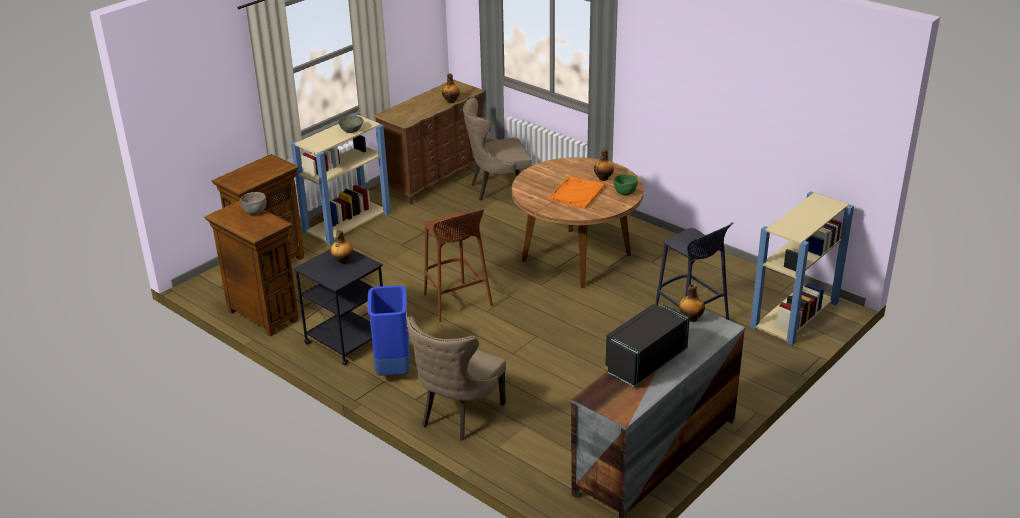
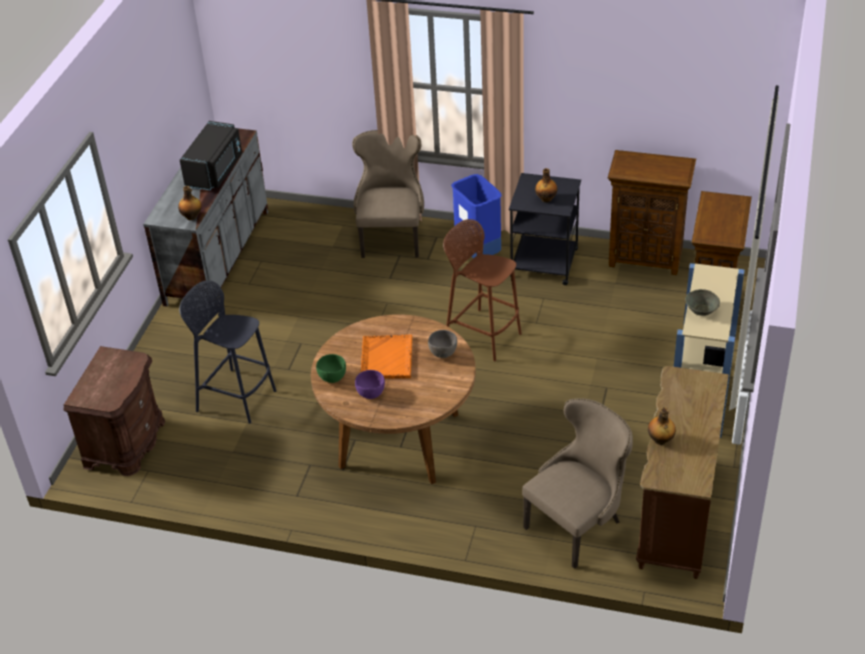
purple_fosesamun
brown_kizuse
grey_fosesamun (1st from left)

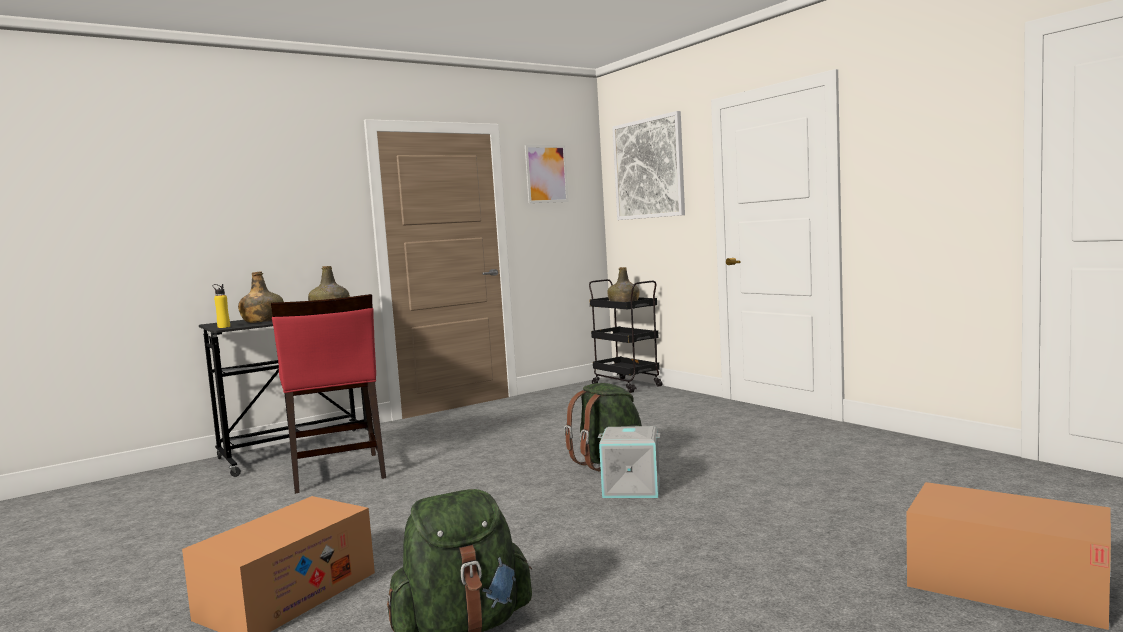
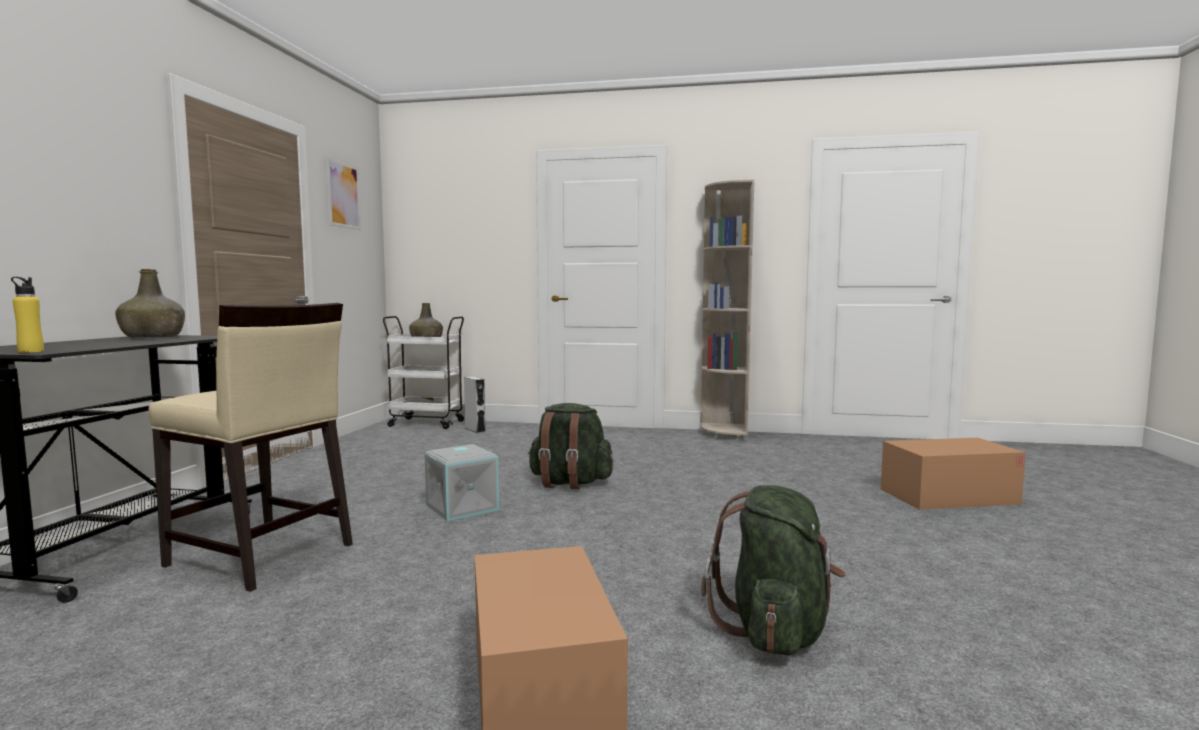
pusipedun (2nd from left in the first image)
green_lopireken (1st from left in the first image)
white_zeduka
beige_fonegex
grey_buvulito
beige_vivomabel
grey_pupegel

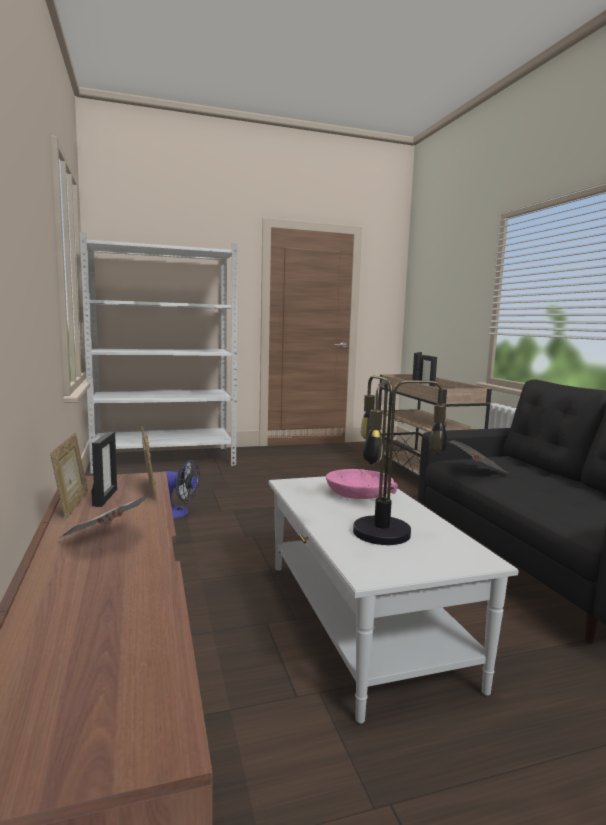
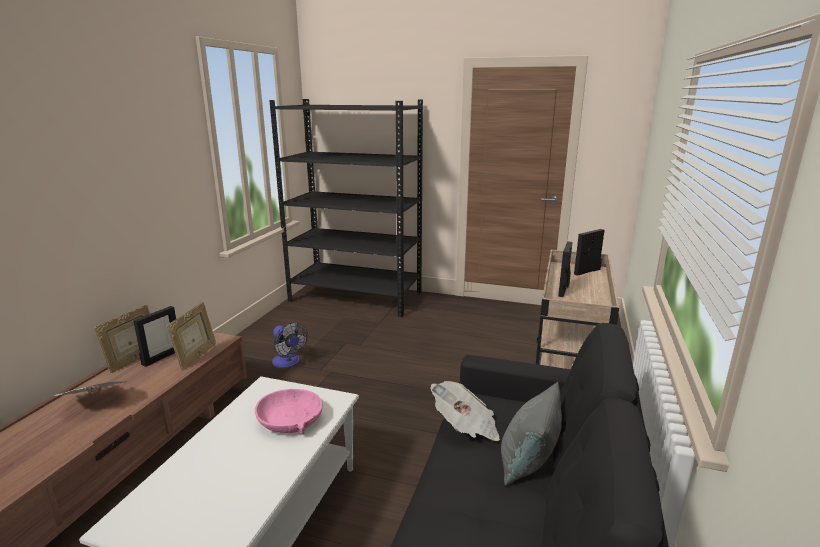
black_vivomabel
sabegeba
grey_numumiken

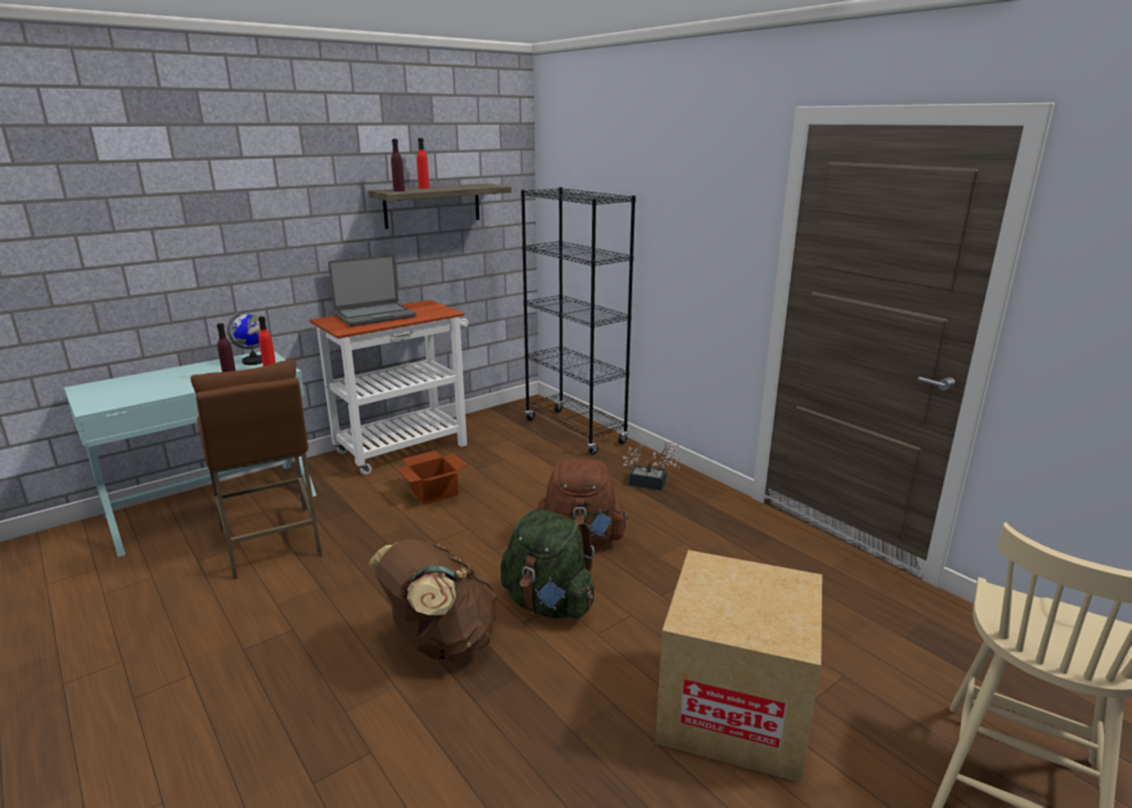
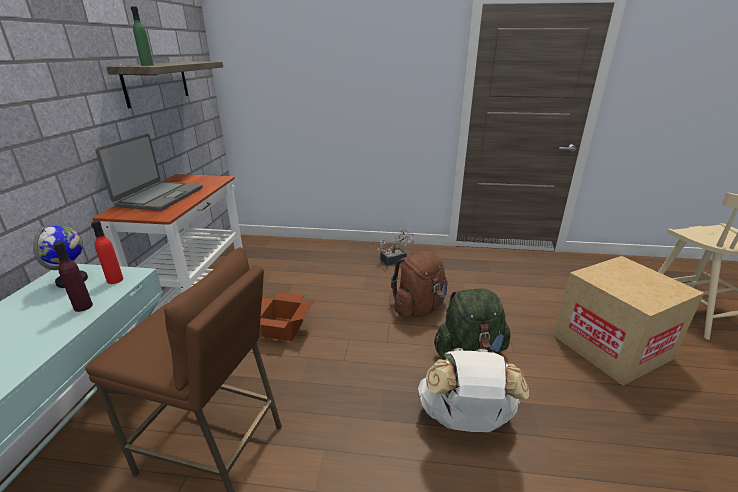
red_lopireken (2nd from left in the first image)
green_lopireken
black_vivomabel
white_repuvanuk

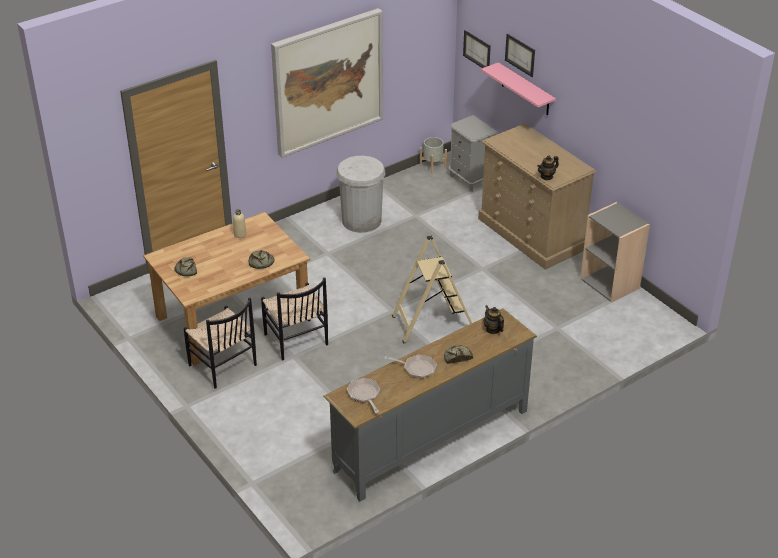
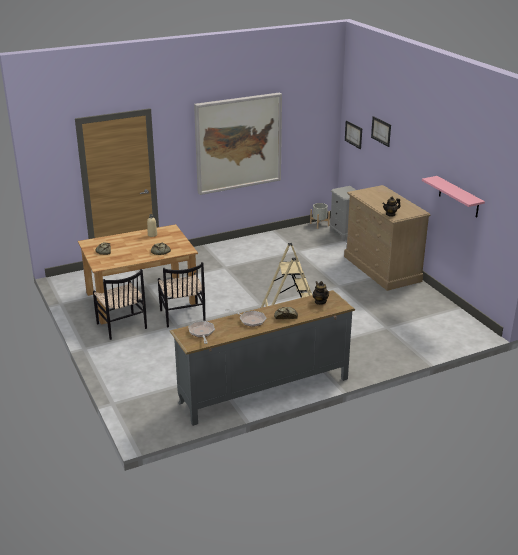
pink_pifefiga
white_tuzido
grey_vivomabel

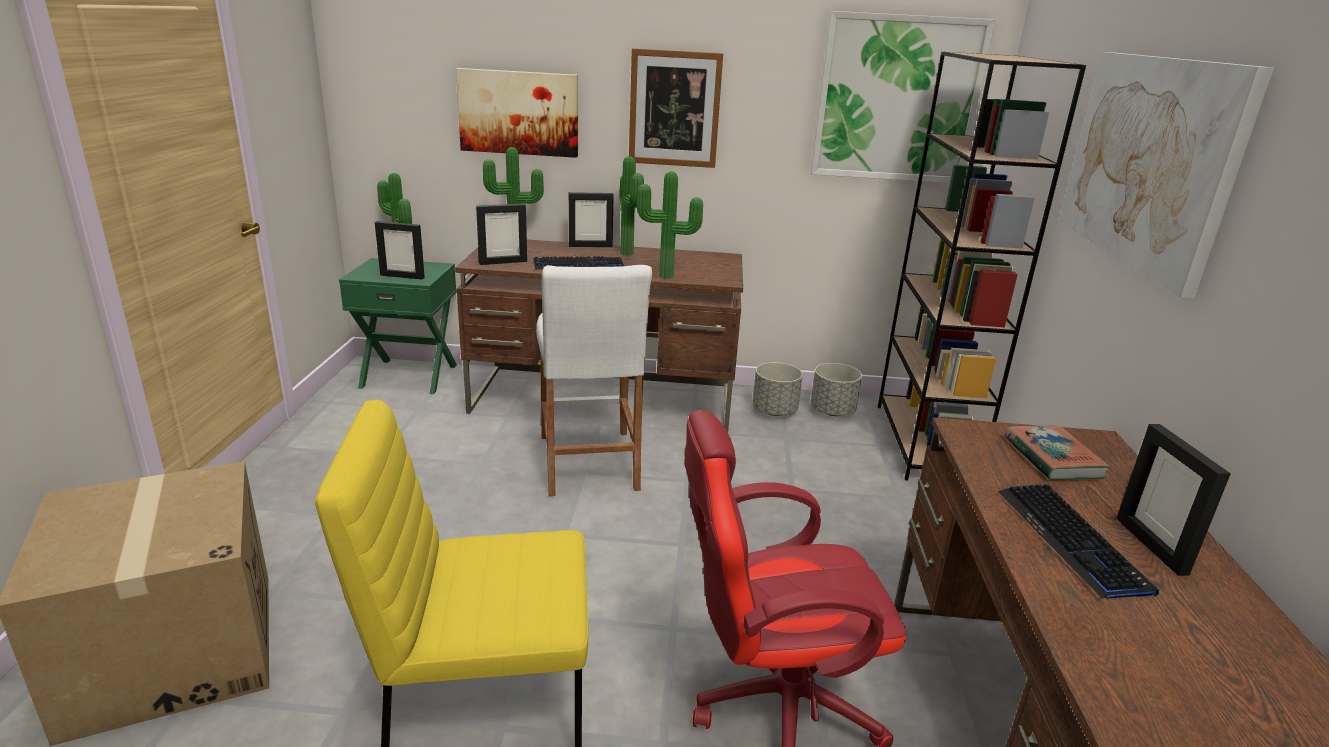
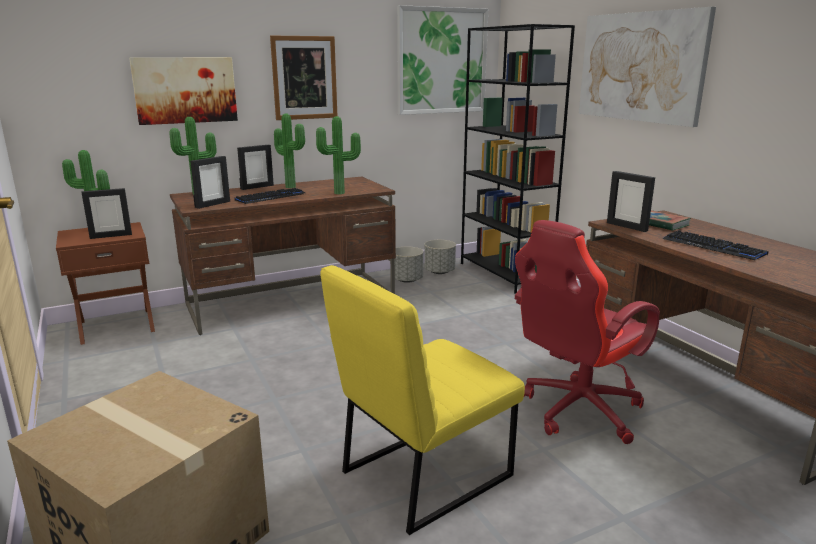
black_vivomabel
brown_kizuse
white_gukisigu
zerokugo (4th from left)

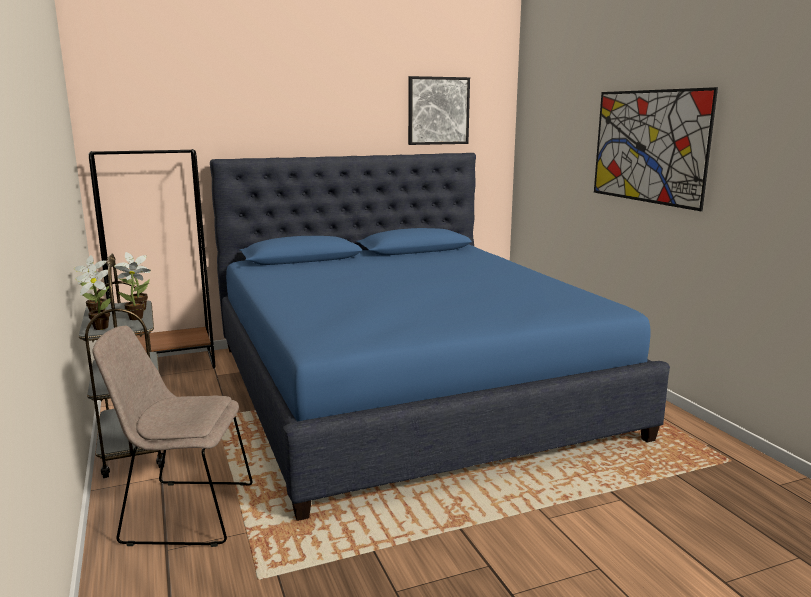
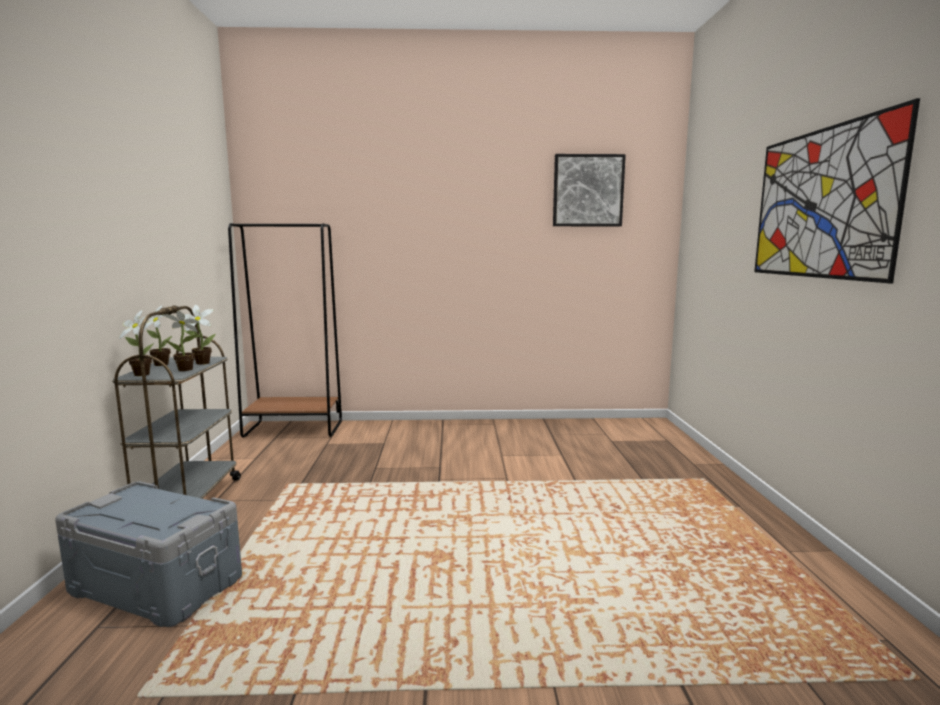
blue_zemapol
grey_buvulito

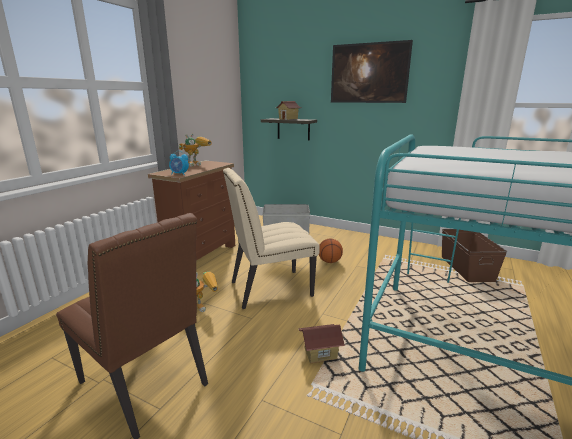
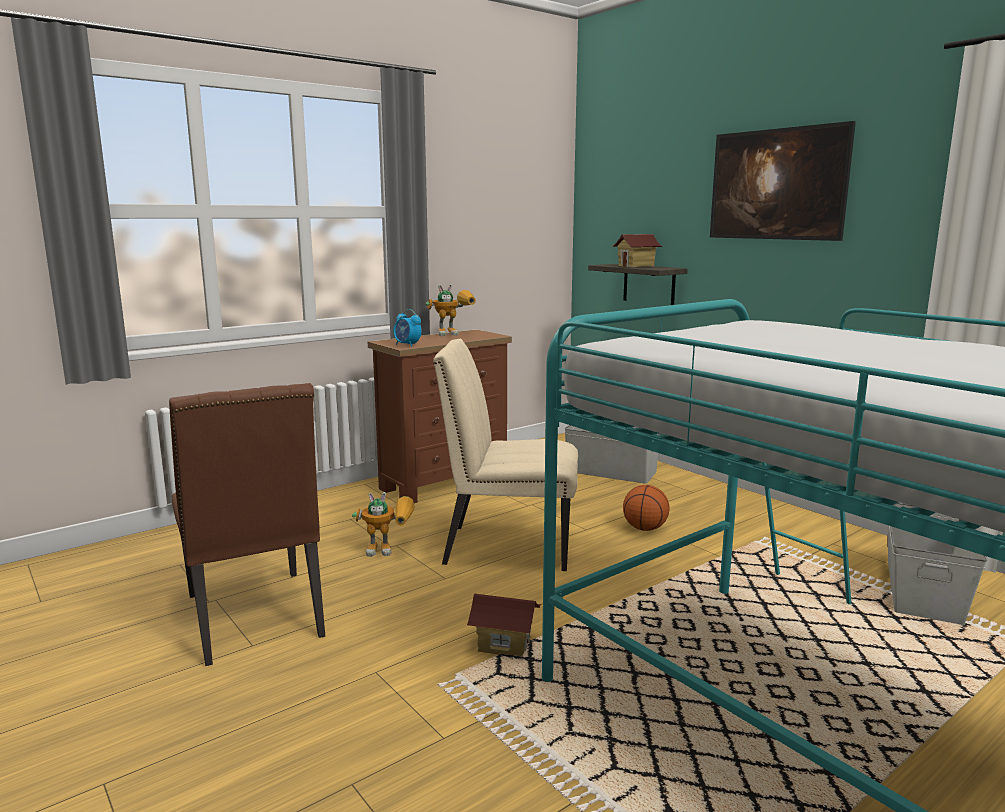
grey_buvulito (2nd from left)

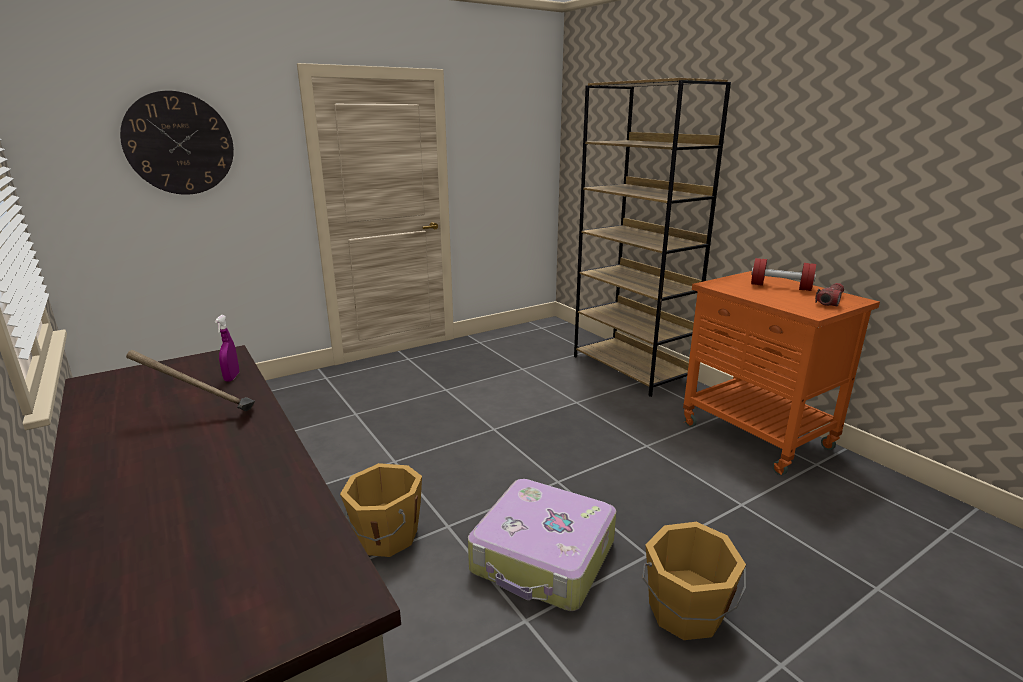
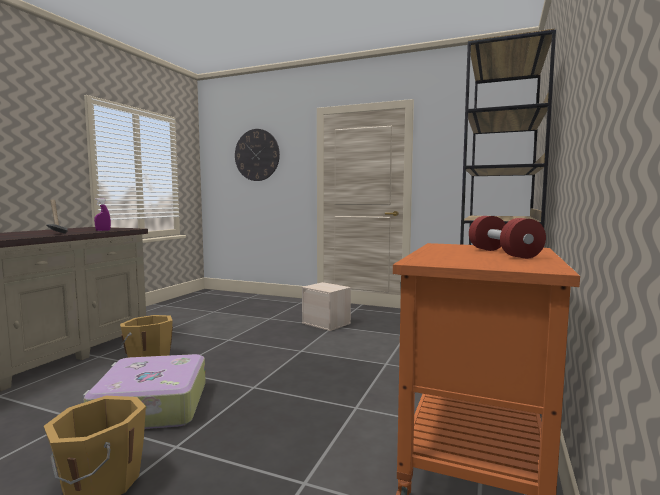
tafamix
beige_buvulito

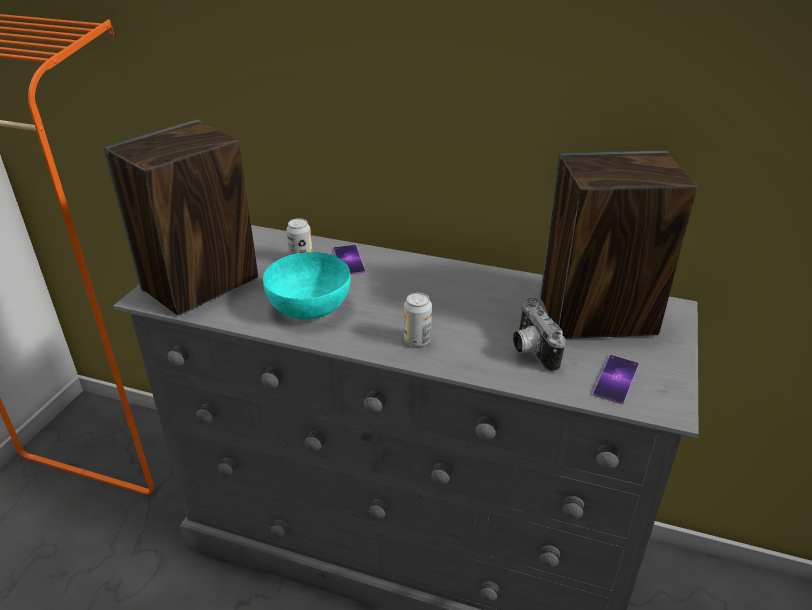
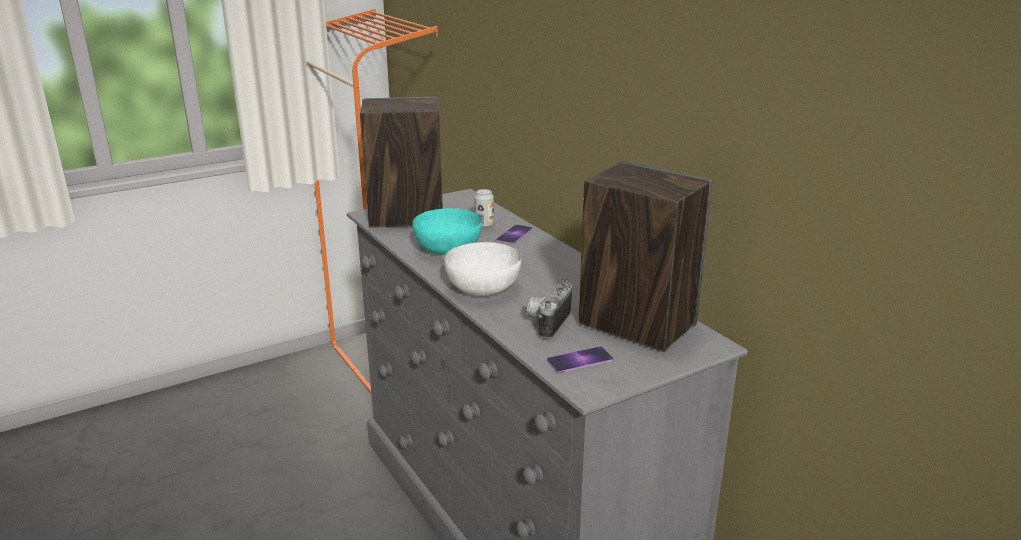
white_fosesamun

